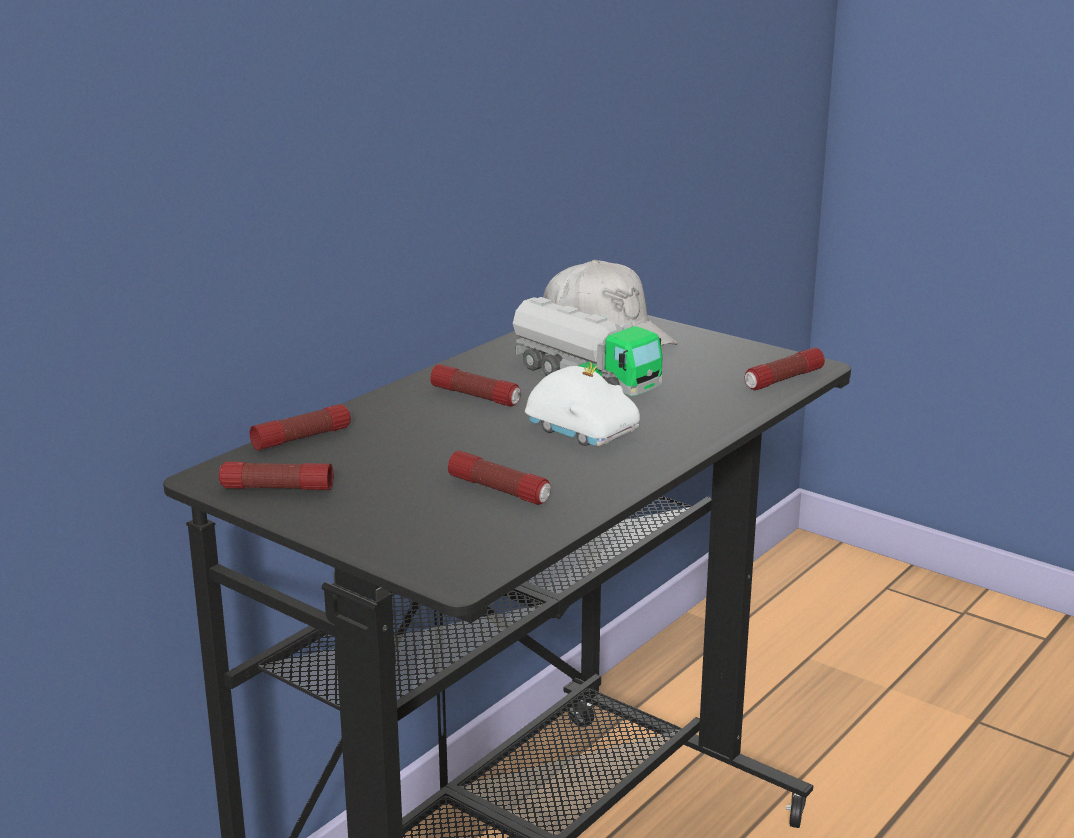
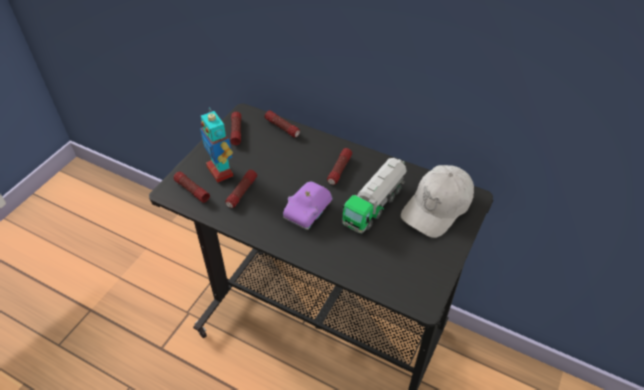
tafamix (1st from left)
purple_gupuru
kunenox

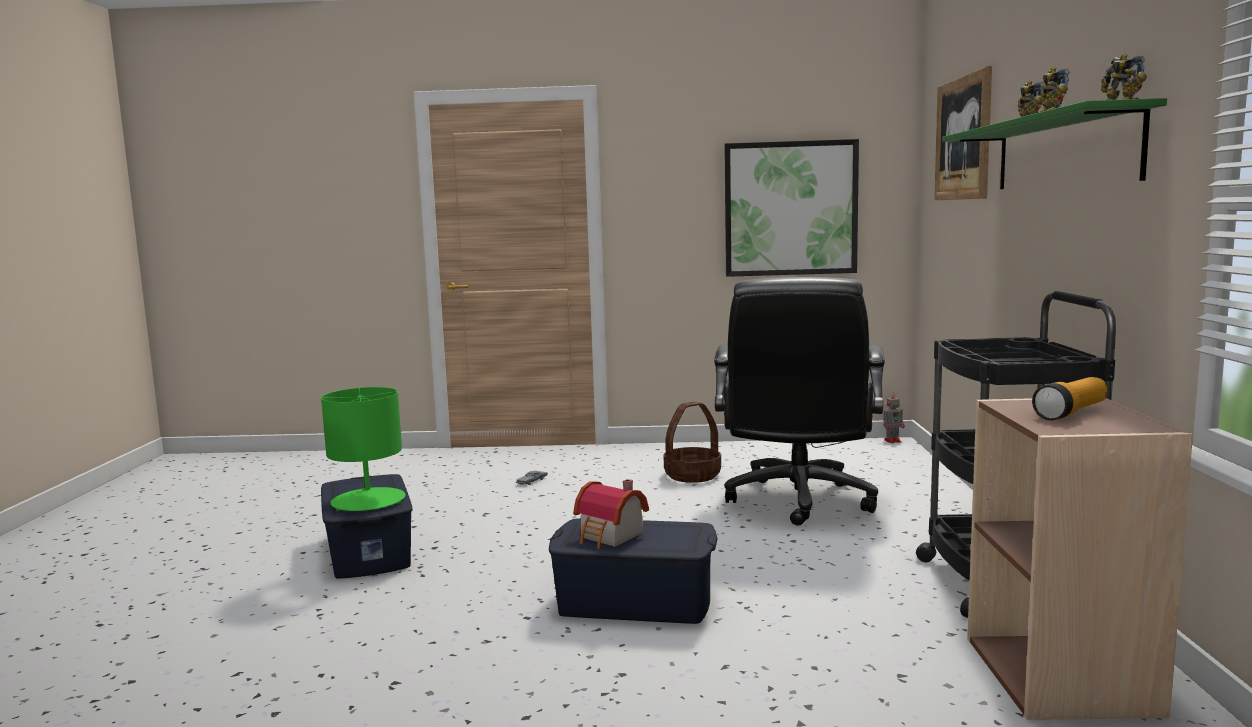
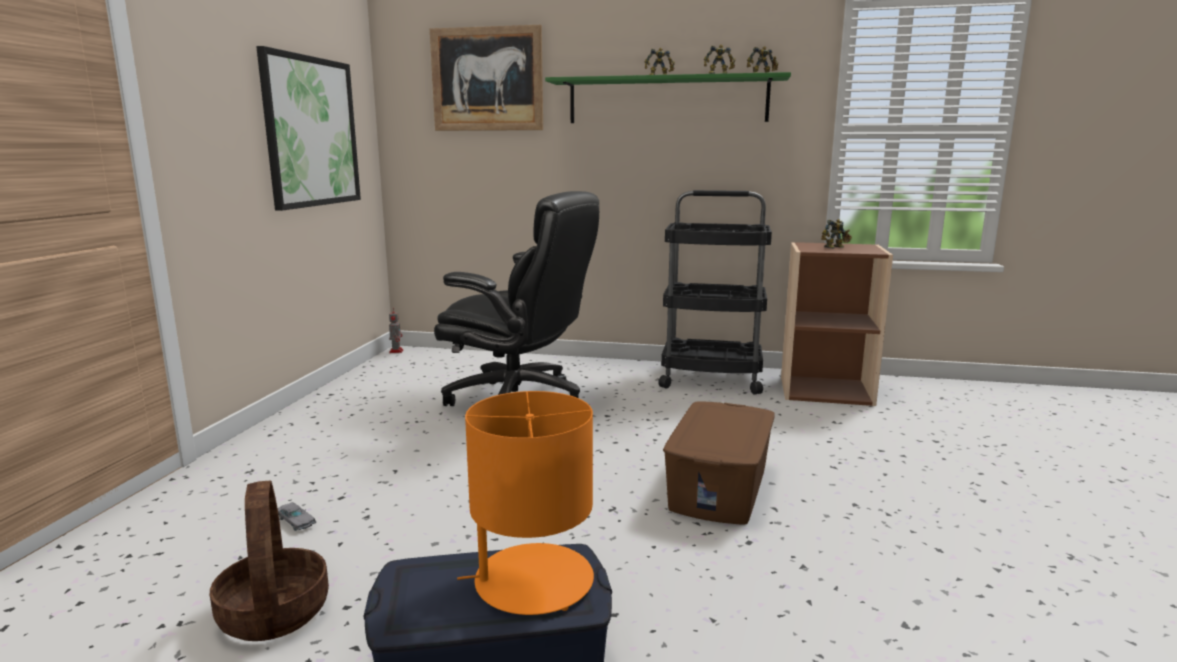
kunenox (5th from left)
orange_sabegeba
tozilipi
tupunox
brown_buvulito

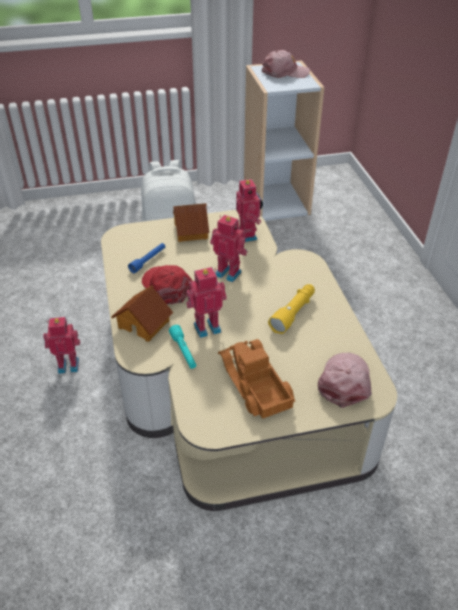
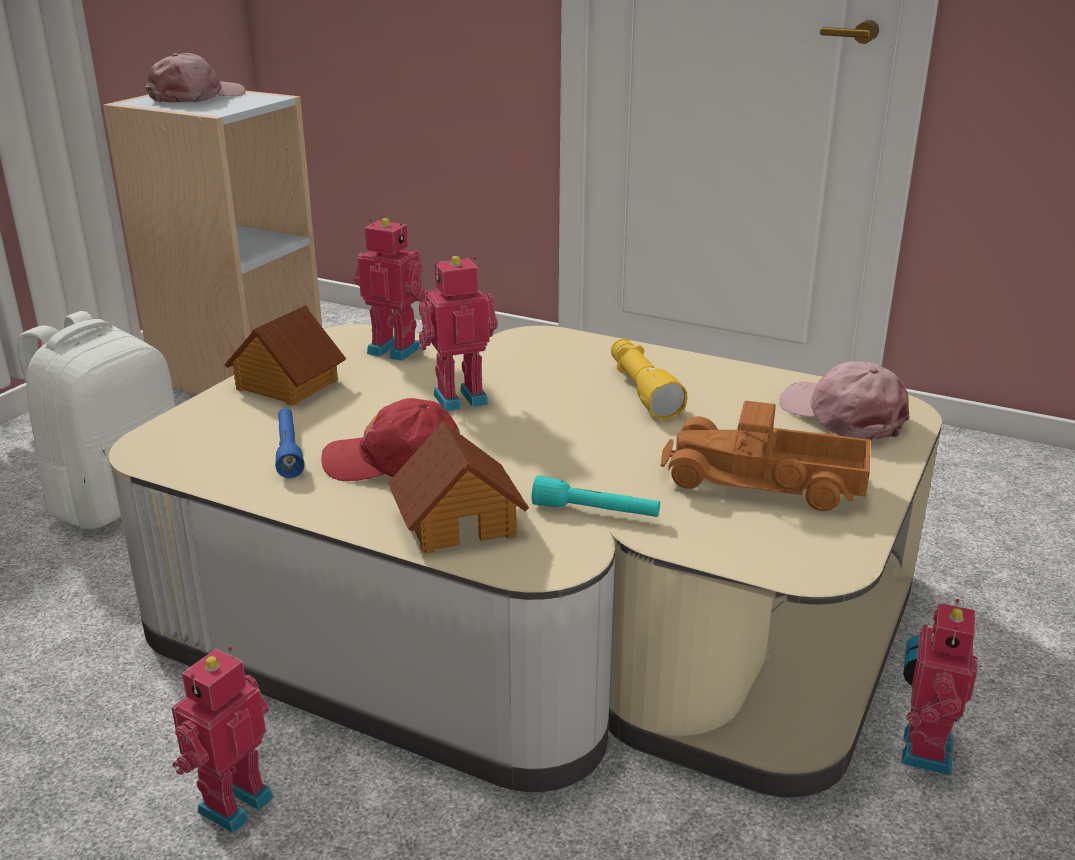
kunenox (4th from left)

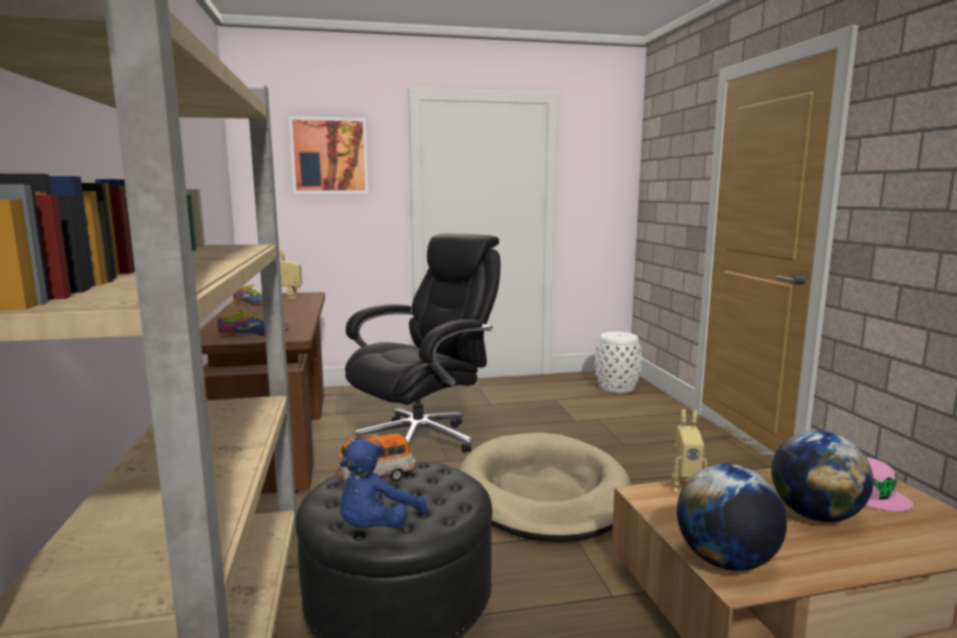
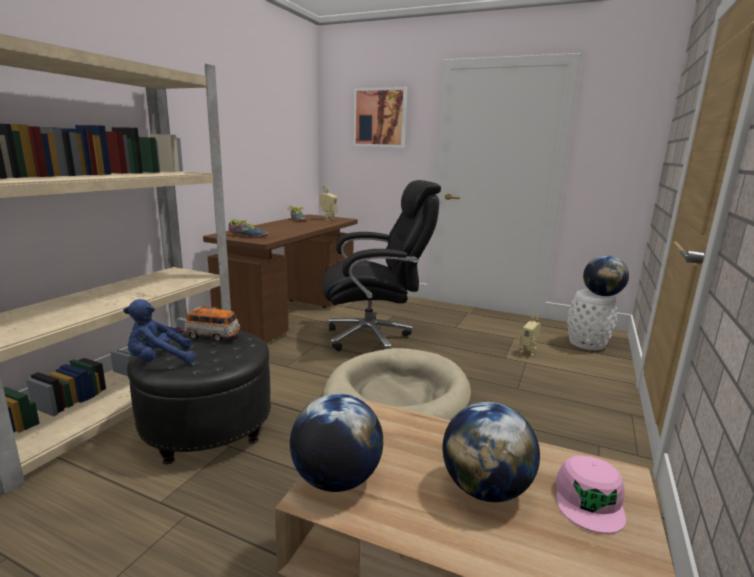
kunenox (2nd from left)
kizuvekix (3rd from left)

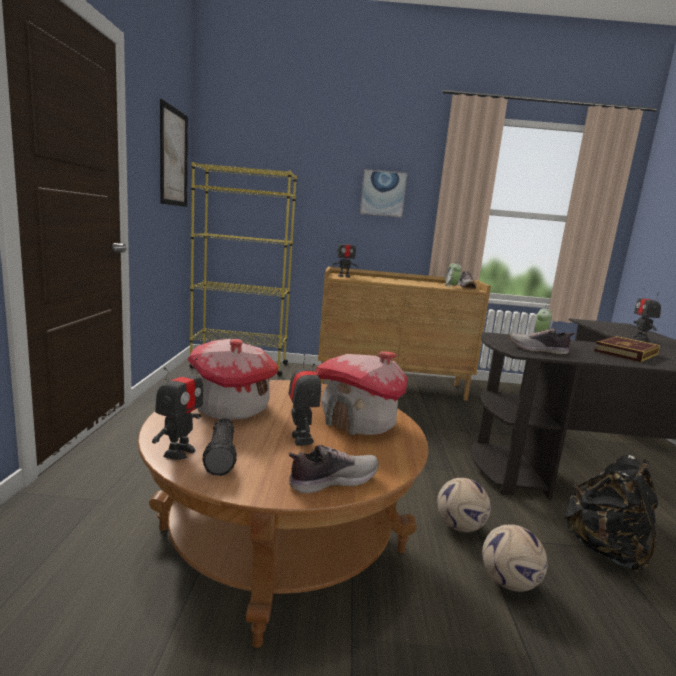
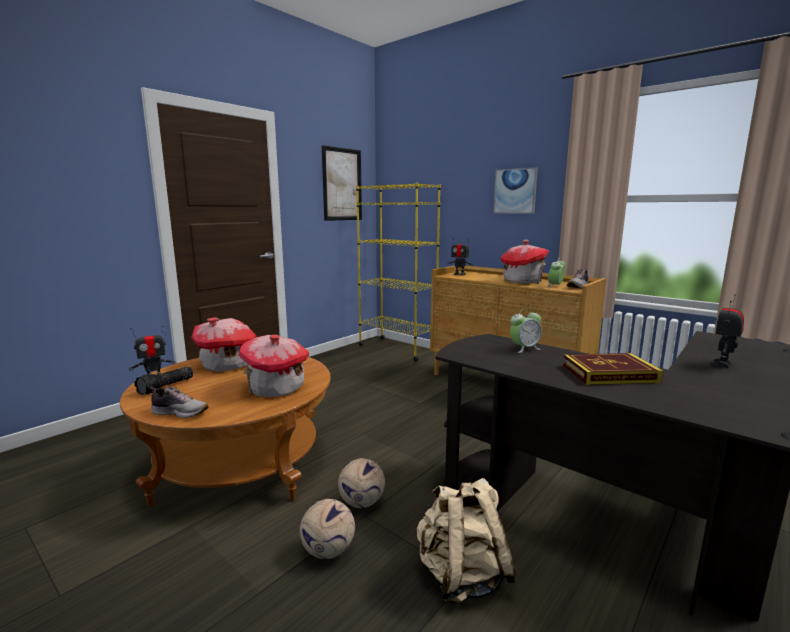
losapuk (3rd from left in the first image)
kunenox (2nd from left in the first image)
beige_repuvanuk
tupunox (3rd from left)

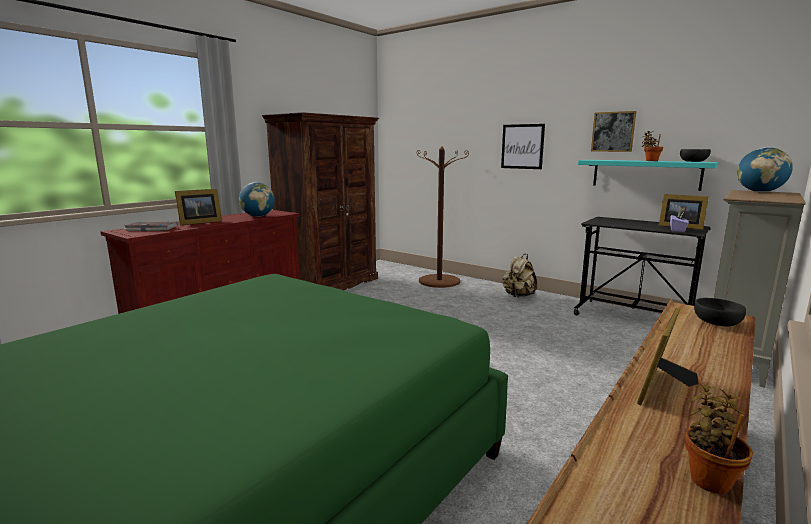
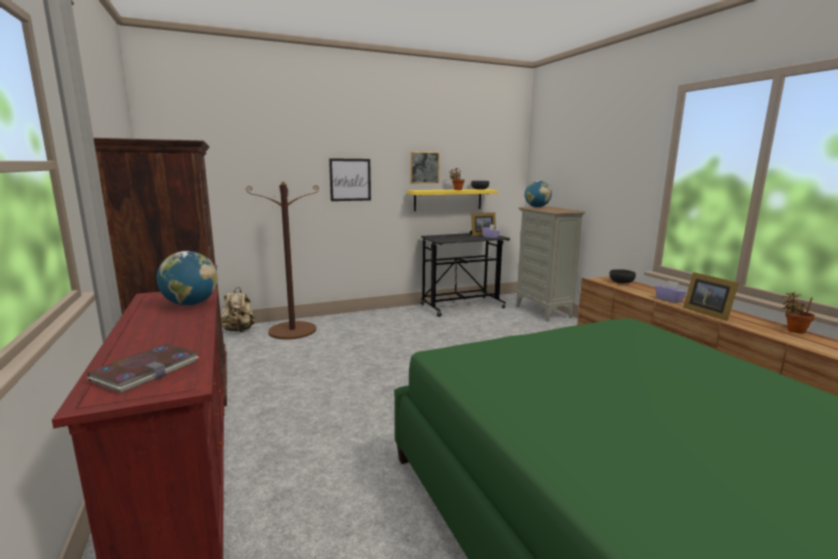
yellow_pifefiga
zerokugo (1st from left in the first image)
beige_repuvanuk
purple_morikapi (2nd from left)

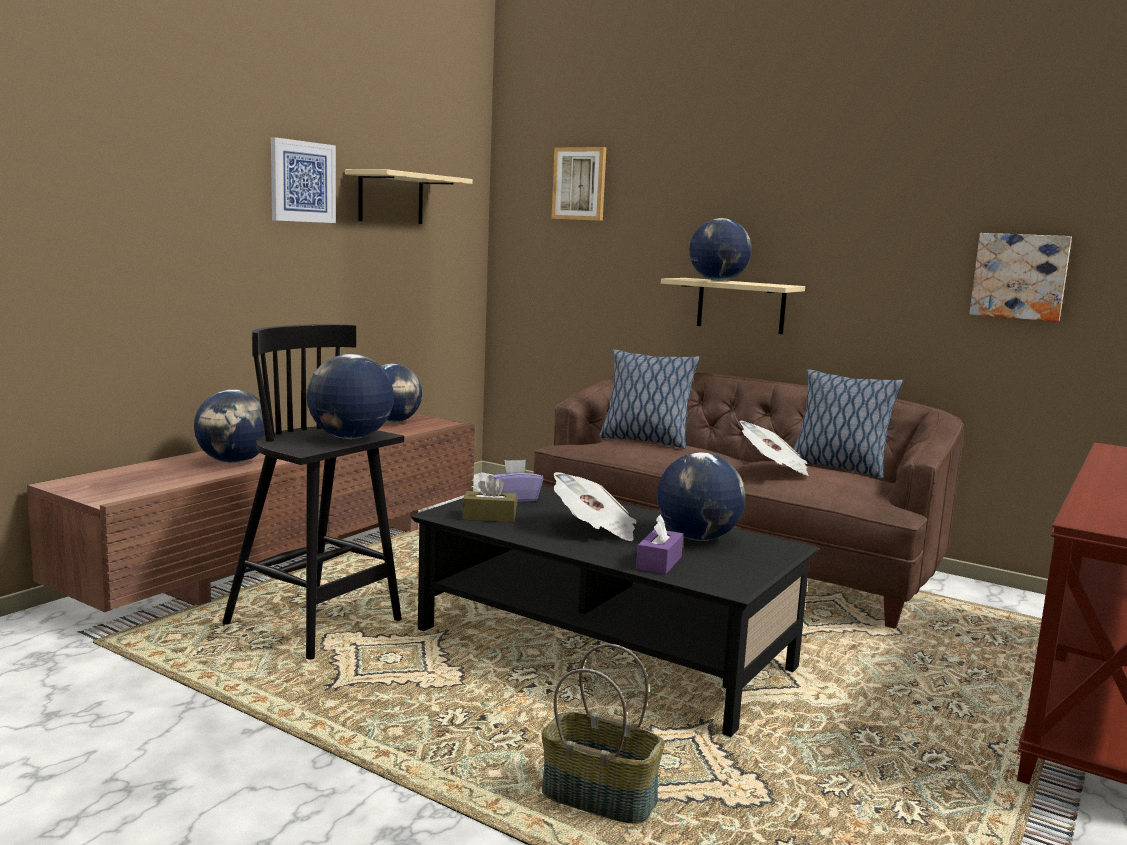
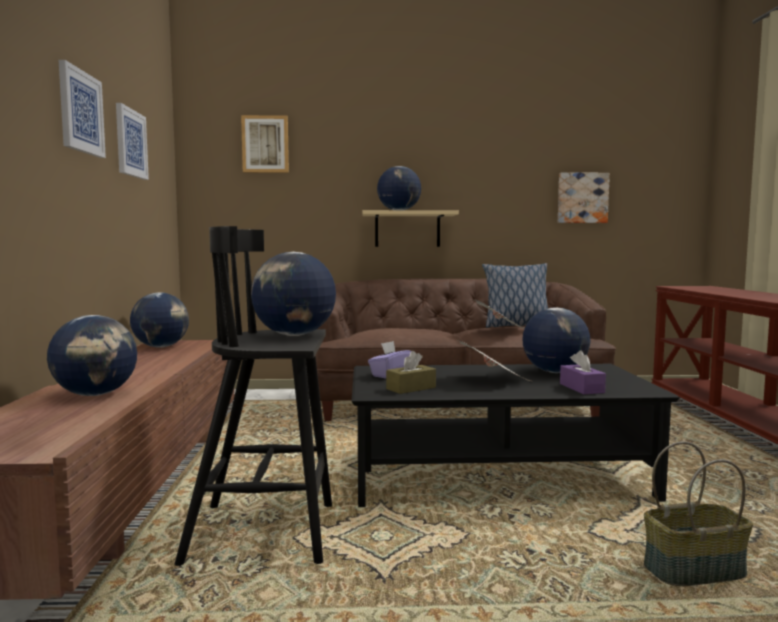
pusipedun (2nd from left)
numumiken (1st from left in the first image)

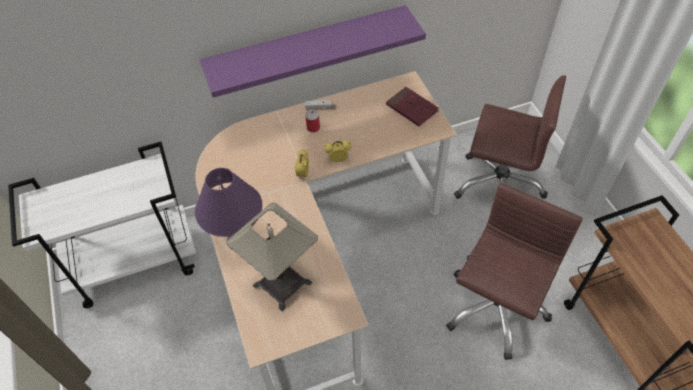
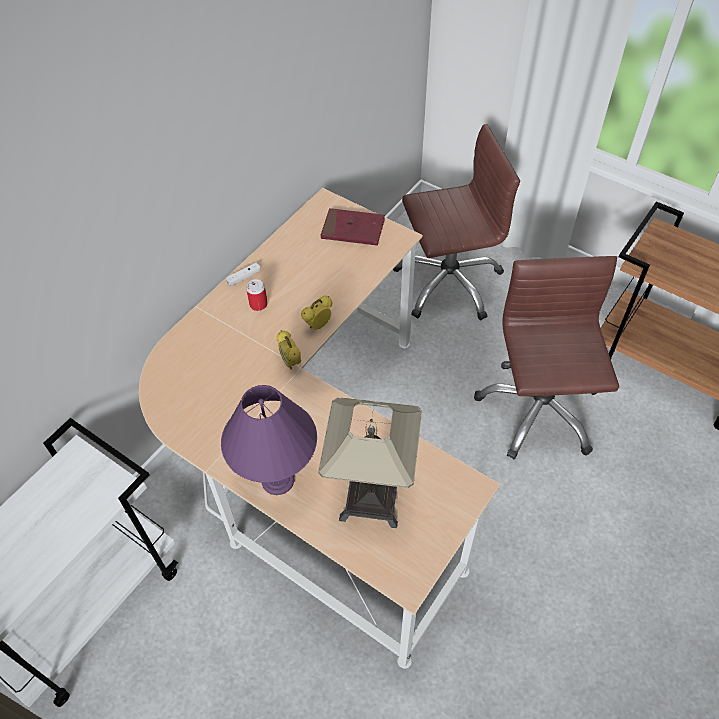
purple_pifefiga

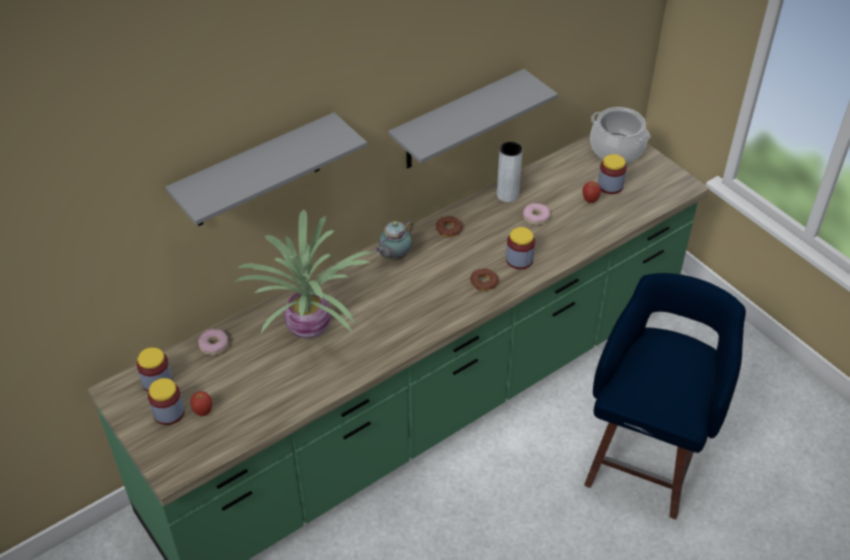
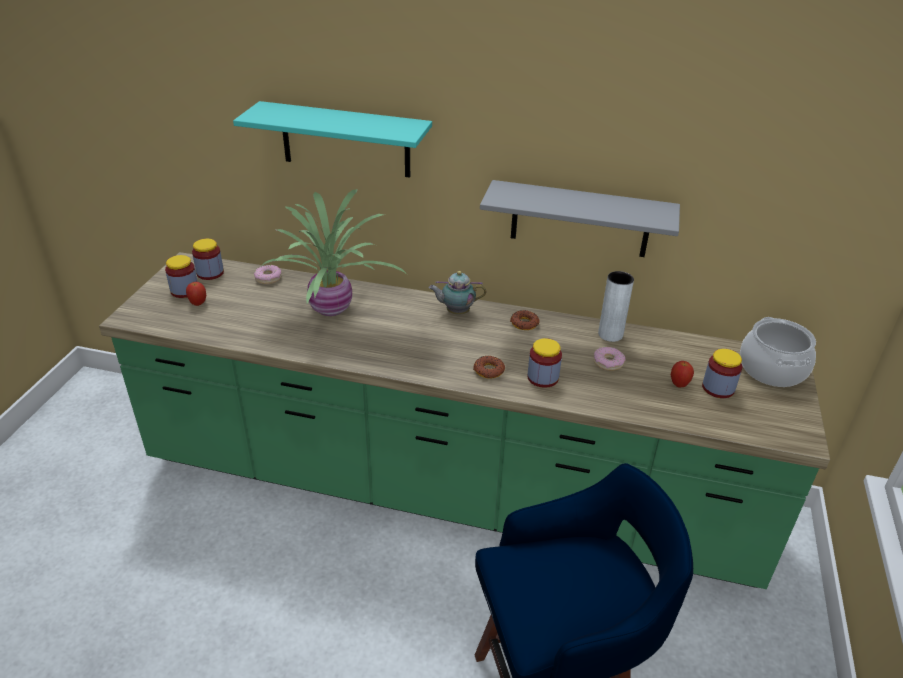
turquoise_pifefiga

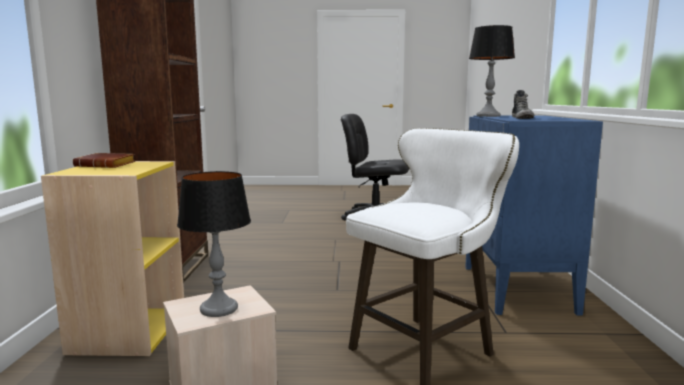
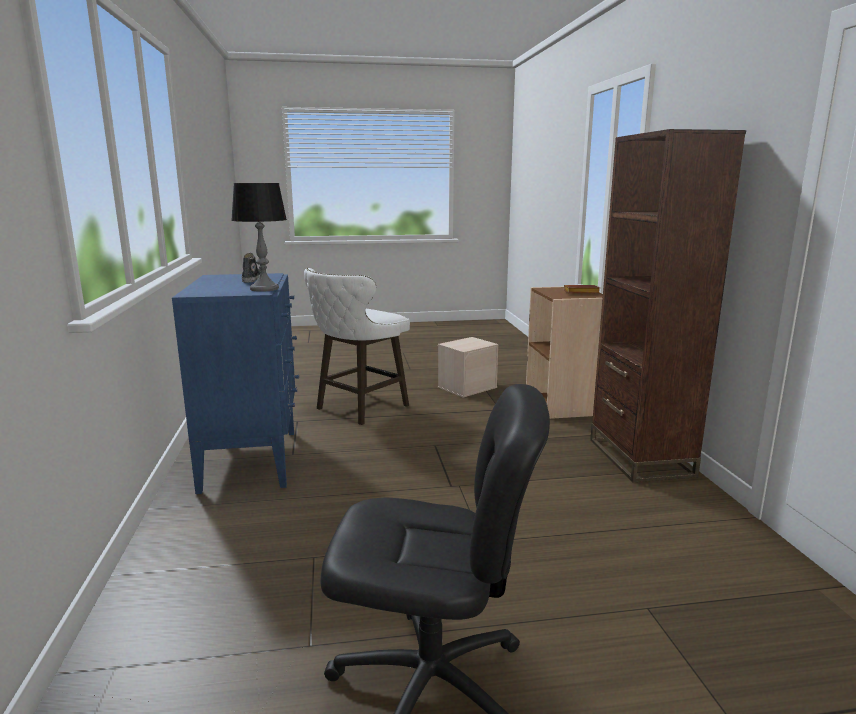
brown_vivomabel (1st from left)
sabegeba (1st from left in the first image)

